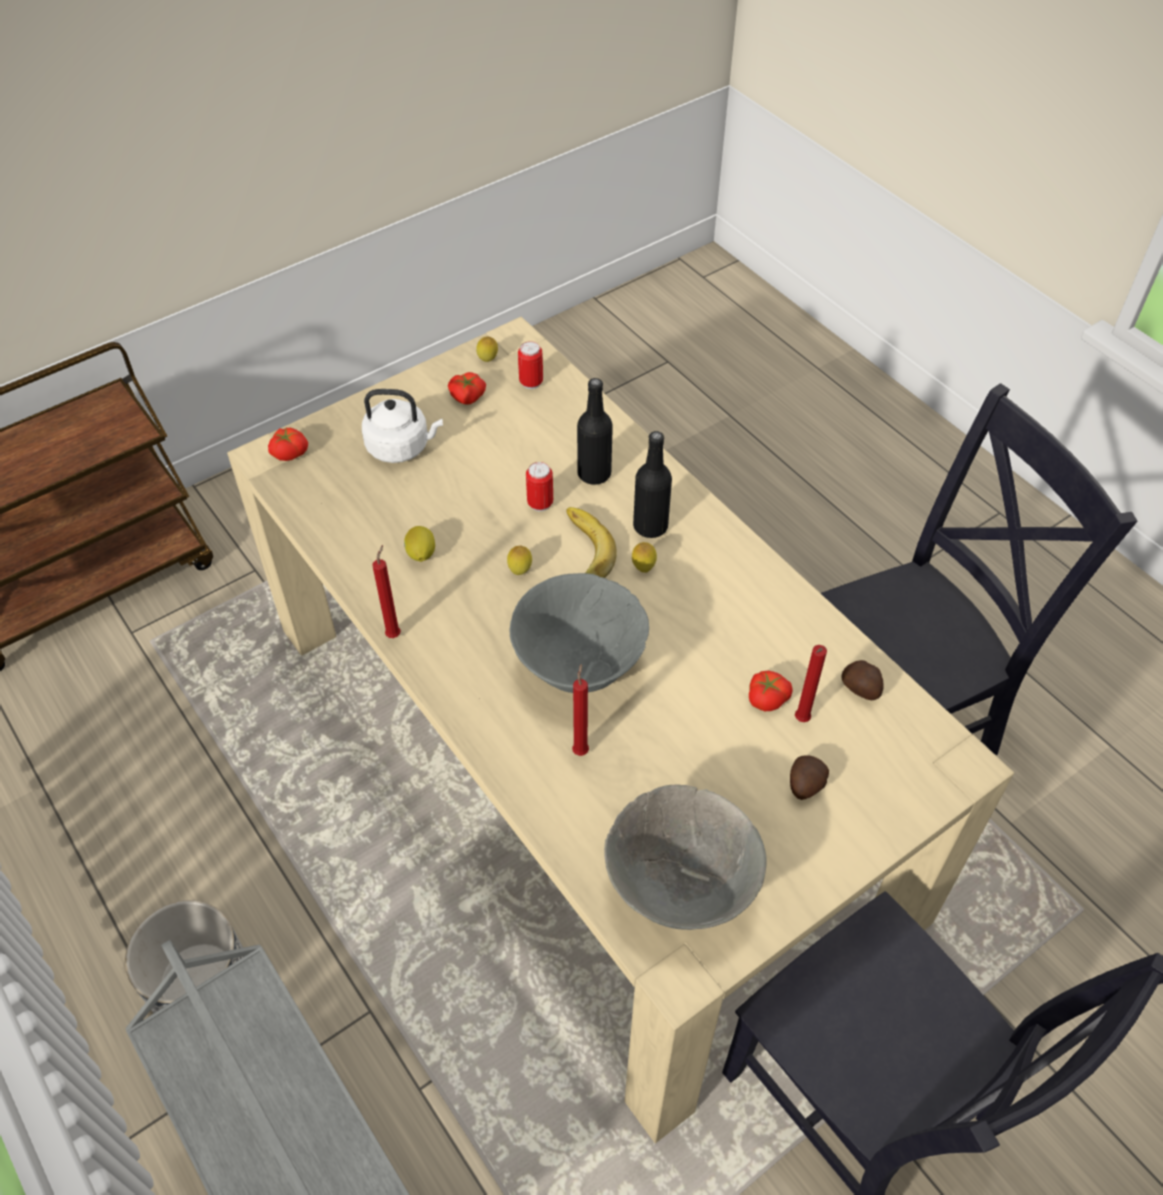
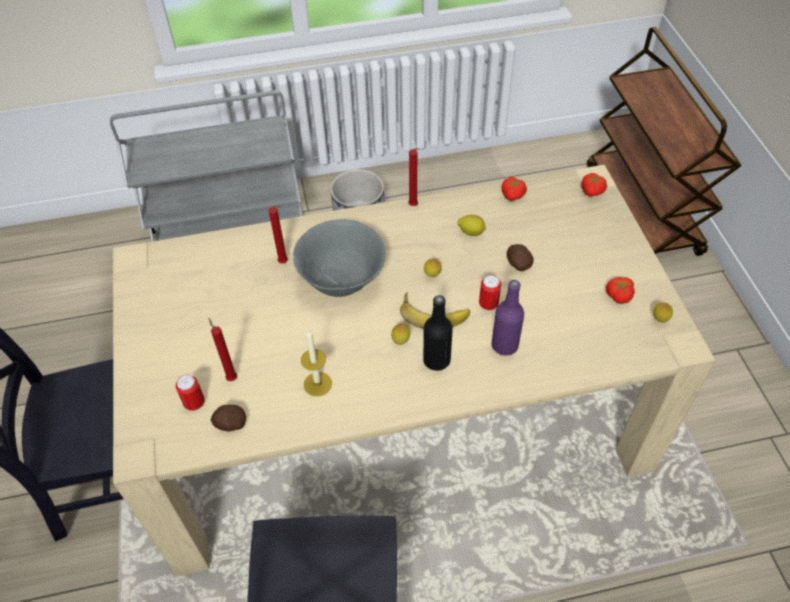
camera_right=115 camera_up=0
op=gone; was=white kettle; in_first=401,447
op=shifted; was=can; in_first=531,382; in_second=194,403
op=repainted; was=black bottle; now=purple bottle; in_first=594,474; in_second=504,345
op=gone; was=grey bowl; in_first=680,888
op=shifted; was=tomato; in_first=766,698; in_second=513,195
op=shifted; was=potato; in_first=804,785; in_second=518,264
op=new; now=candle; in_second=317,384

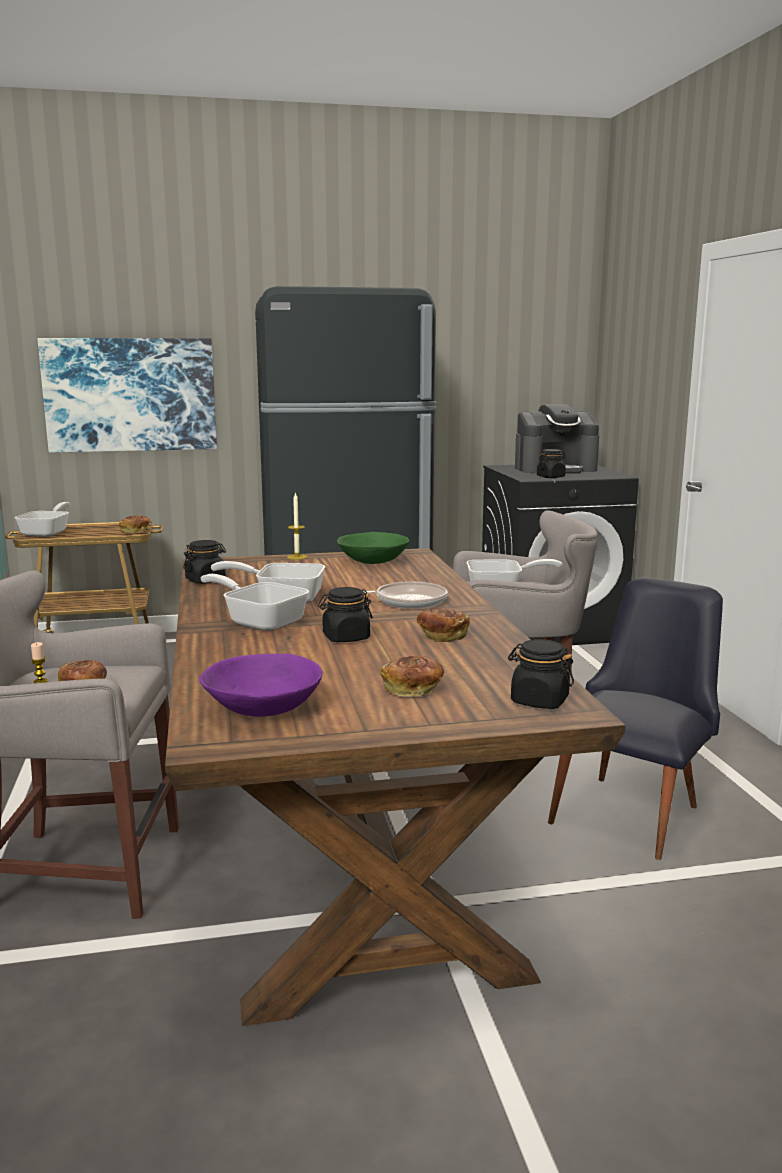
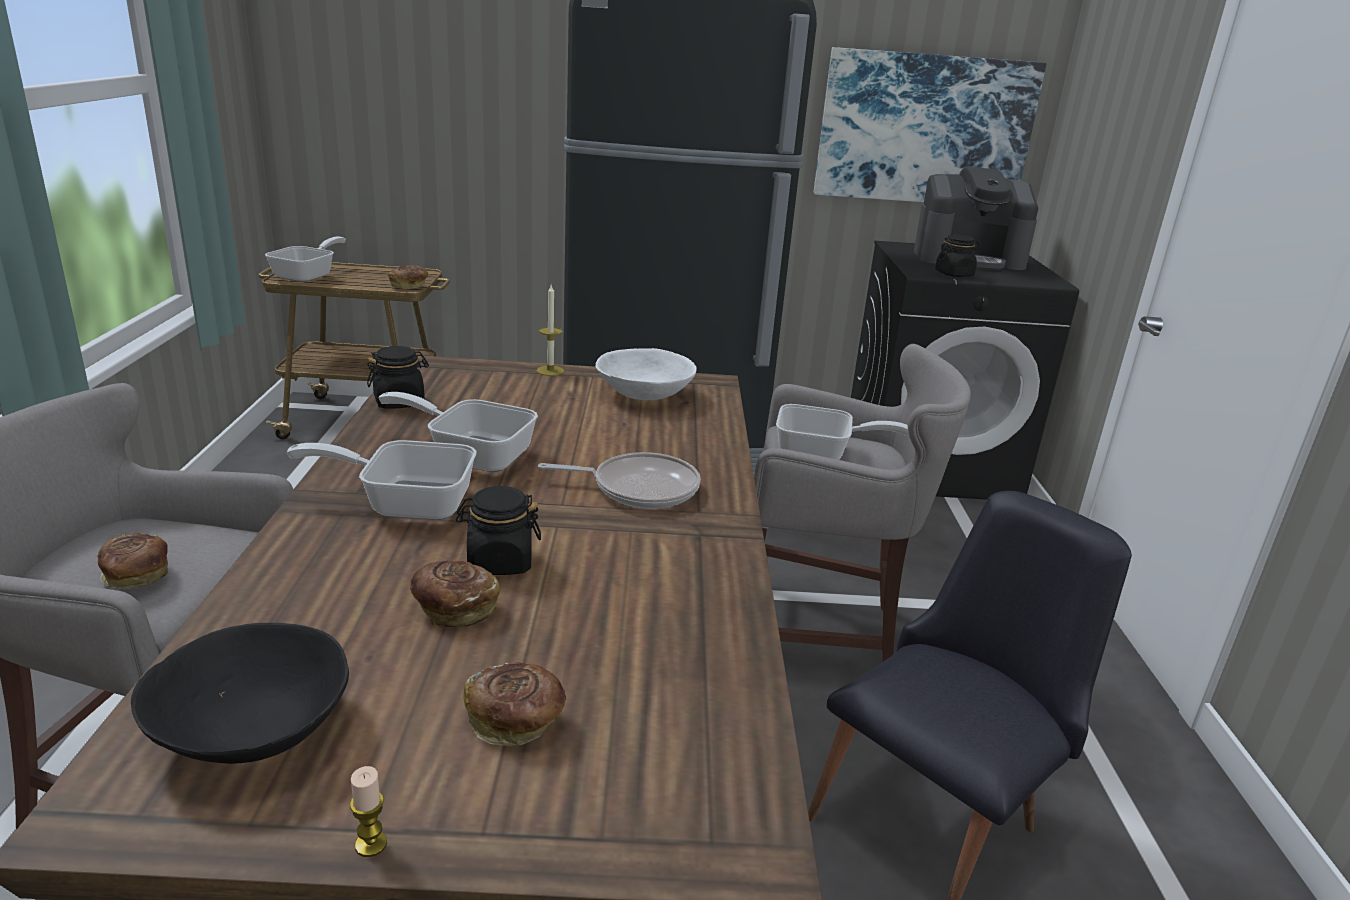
camera_right=10 camera_up=10
op=shifted; was=candle; in_first=40,681; in_second=371,844
op=shifted; was=picture; in_first=130,394; in_second=924,129
op=repainted; was=purple bowl; now=black bowl; in_first=262,709; in_second=251,730
op=rotated; was=frying pan; in_first=260,621; in_second=406,502; clockwise=-45
op=repainted; was=green bowl; now=white bowl; in_first=372,562; in_second=643,394
op=shifted; was=bread; in_first=442,636; in_second=454,609
op=gone; was=black jar; in_first=539,701

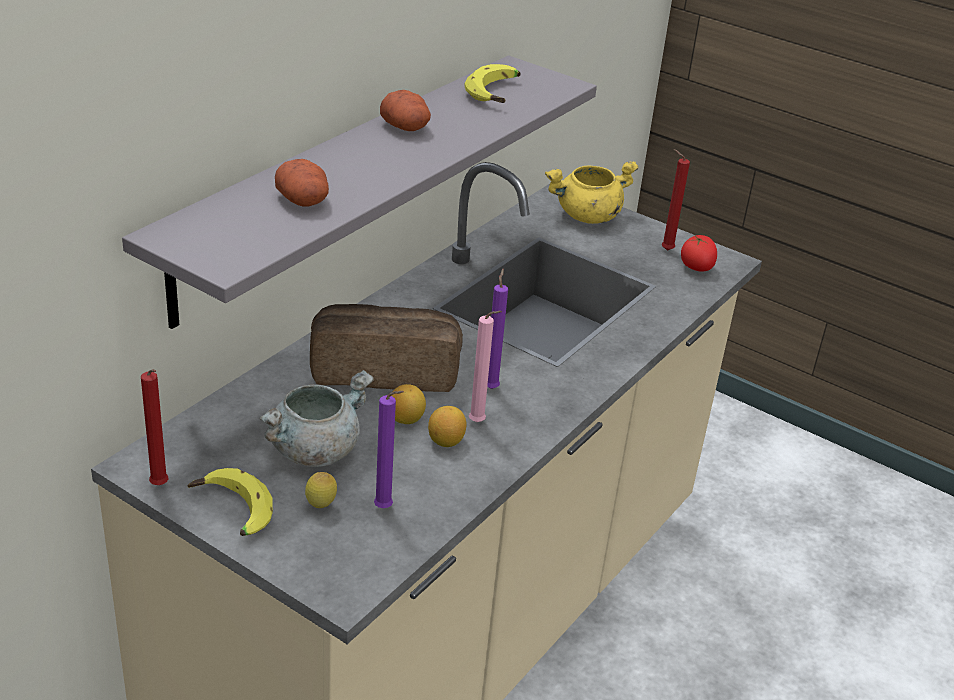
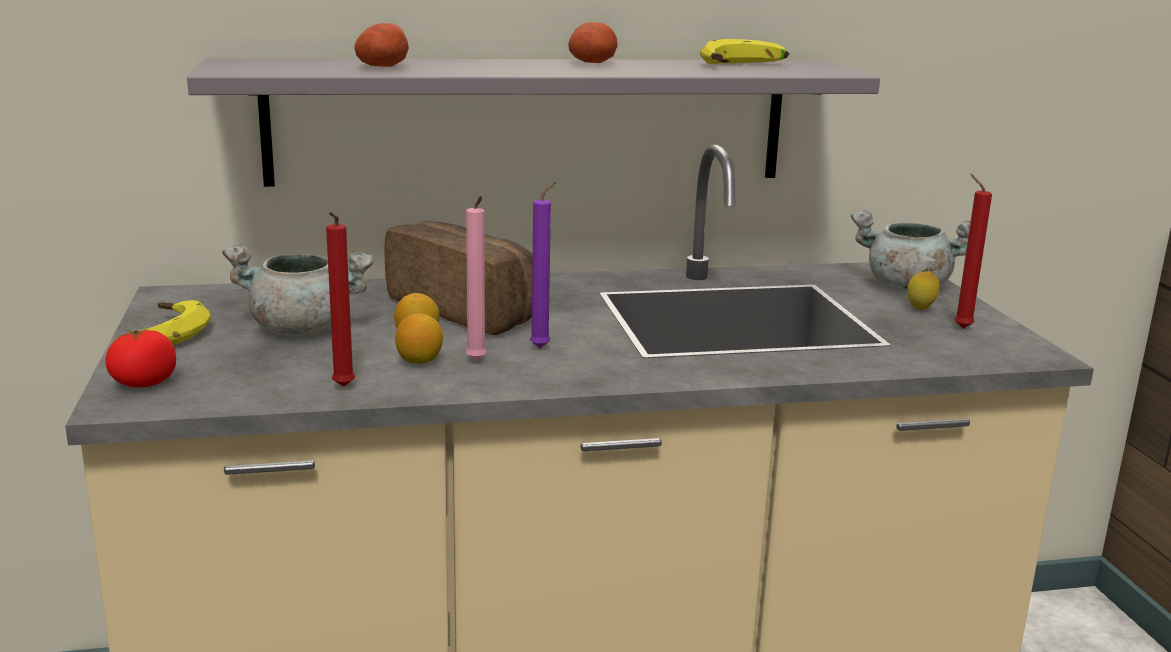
camera_right=45 camera_up=-15
op=shifted; was=red candle; in_first=160,487; in_second=342,388
op=shifted; was=lemon; in_first=321,507; in_second=920,310
op=gone; was=purple candle; in_first=386,509
op=repainted; was=yellow cooking pot; now=grey cooking pot; in_first=587,216; in_second=905,286
op=shifted; was=tomato; in_first=696,267; in_second=143,383

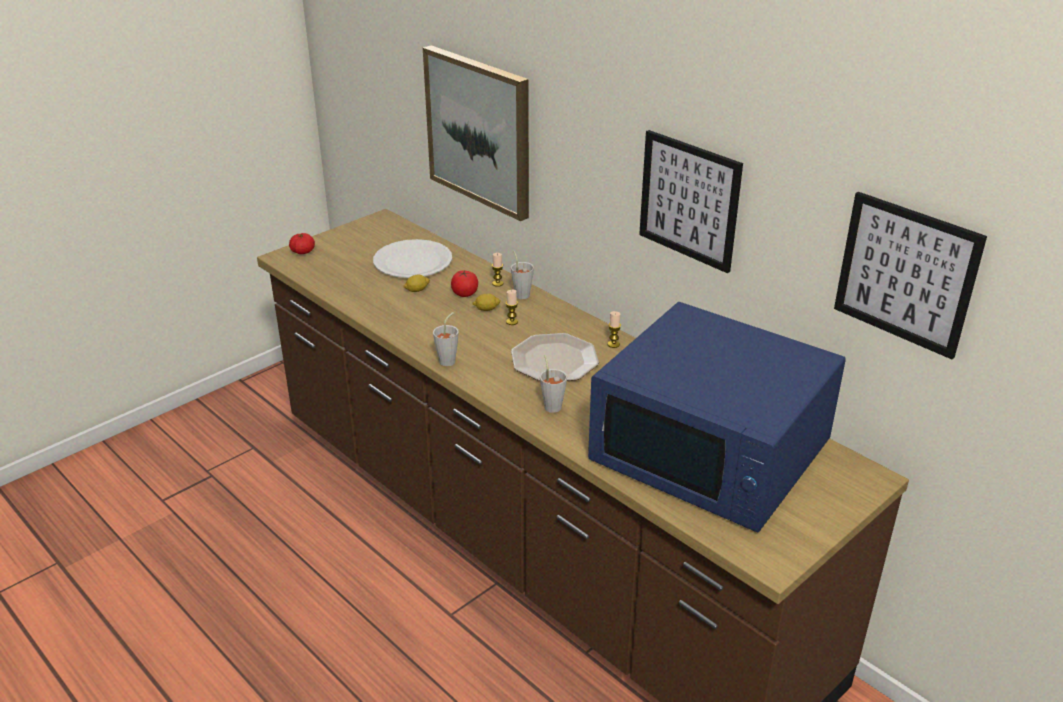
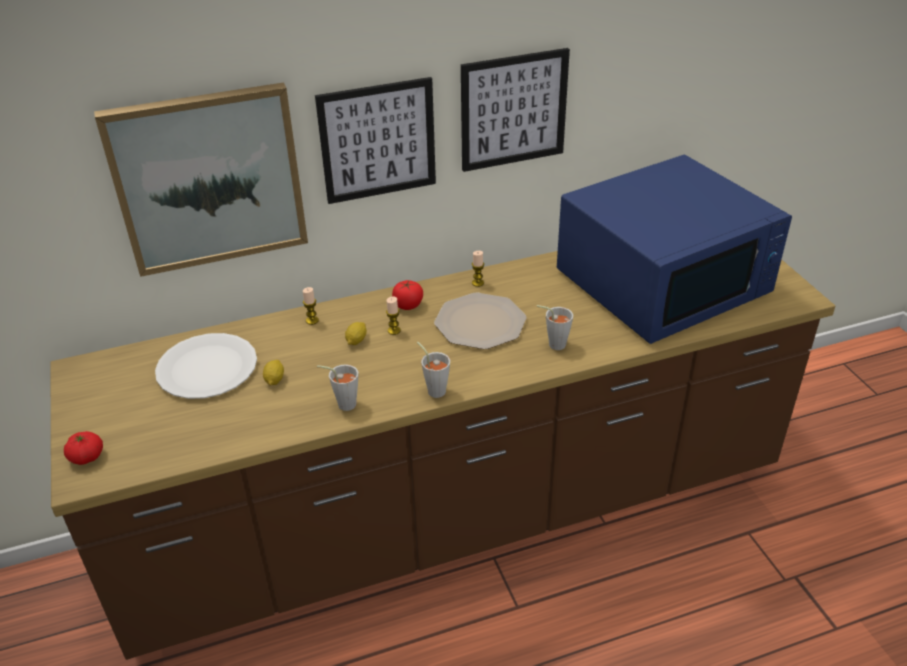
camera_right=-65 camera_up=5
op=shifted; was=tomato; in_first=465,293; in_second=408,305
op=shifted; was=grey cup; in_first=521,294; in_second=342,404
op=shifted; was=picture; in_first=906,274; in_second=378,140

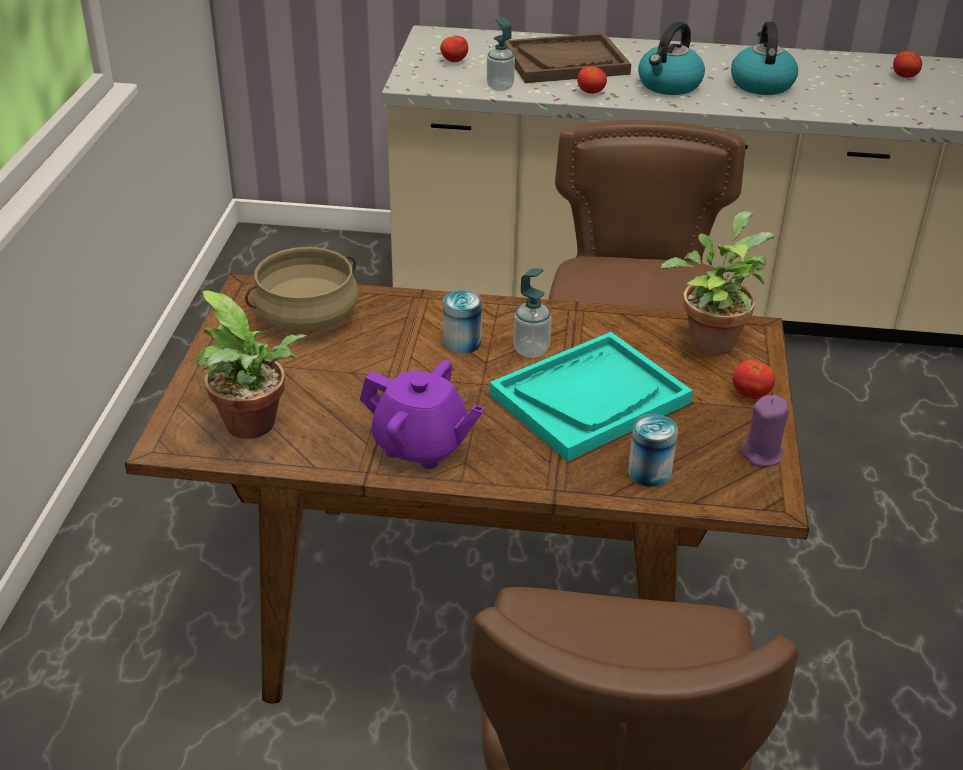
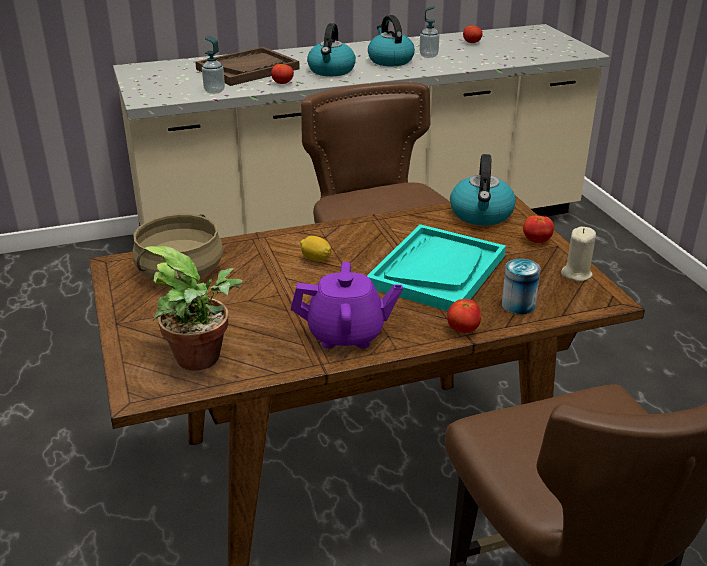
camera_right=-25 camera_up=-5
op=shifted; was=tomato; in_first=454,61; in_second=463,330
op=swapped; was=can; now=lemon; in_first=462,343; in_second=316,259
op=shifted; was=soap dispenser; in_first=531,350; in_second=428,55
op=swapped; was=potted plant; now=kettle; in_first=711,338; in_second=481,214
op=repainted; was=purple candle; now=beige candle; in_first=762,454; in_second=576,274

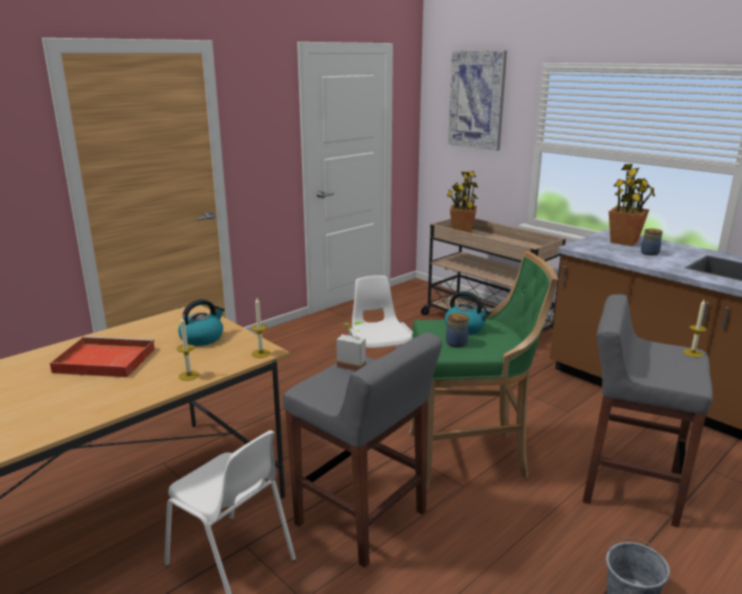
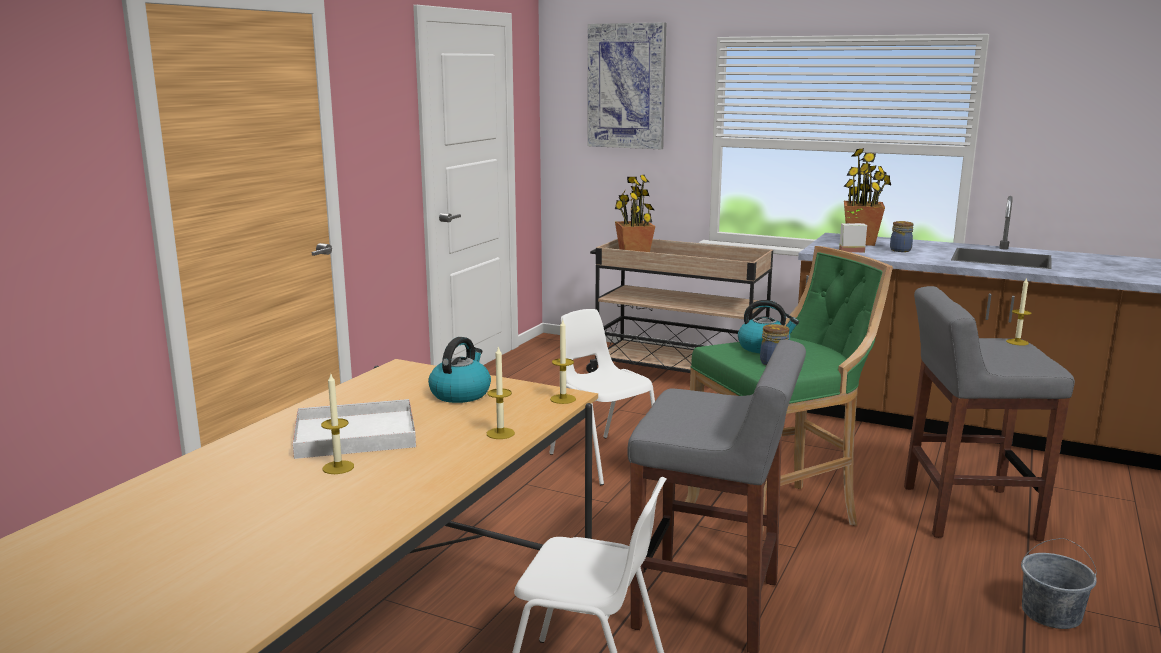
camera_right=-20 camera_up=-5
op=repainted; was=red tray; now=white tray; in_first=103,360; in_second=352,435
op=shifted; was=potted plant; in_first=353,364; in_second=850,250
op=new; now=candle; in_second=338,467

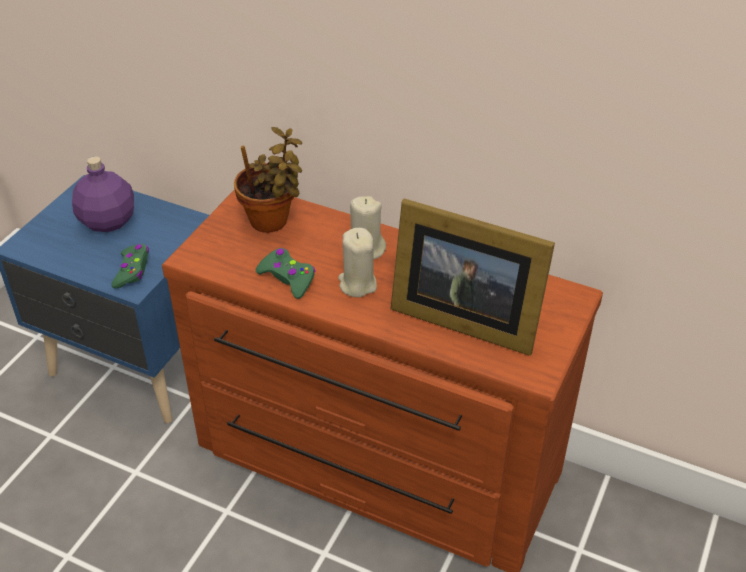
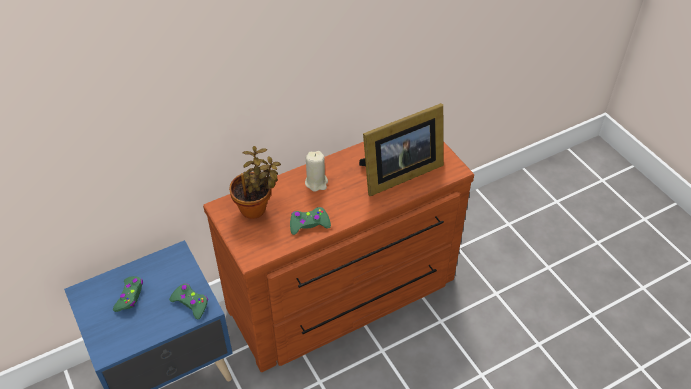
camera_right=-55 camera_up=5
op=swapped; was=purple bottle; now=green game controller; in_first=107,222; in_second=130,296
op=gone; was=beige candle; in_first=357,284

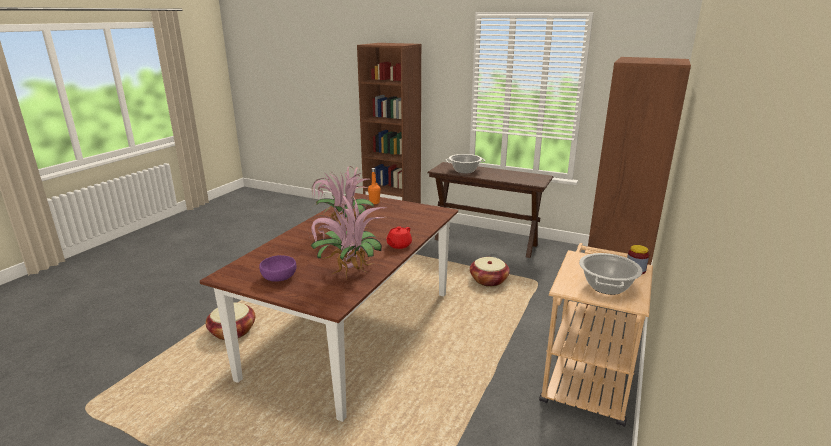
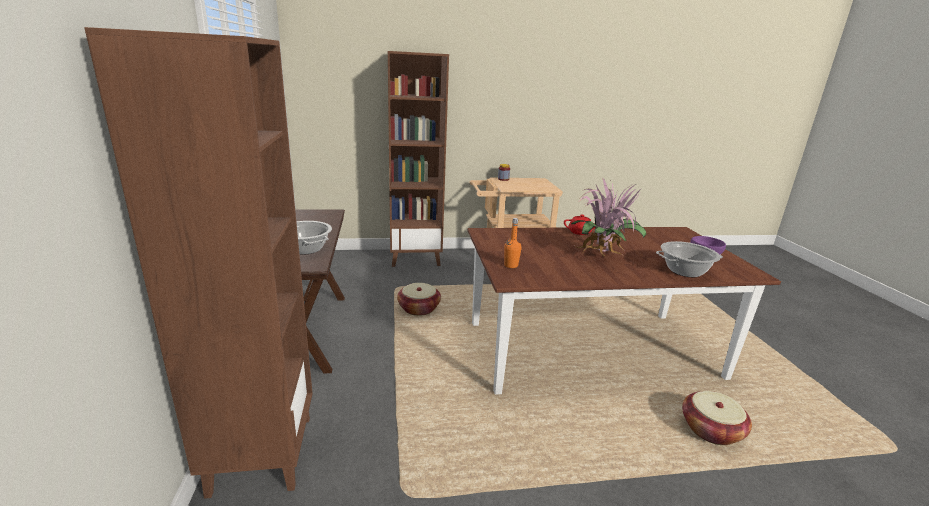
camera_right=-125 camera_up=0
op=gone; was=potted plant; in_first=349,274
op=shifted; was=cooking pot; in_first=607,287; in_second=685,271

